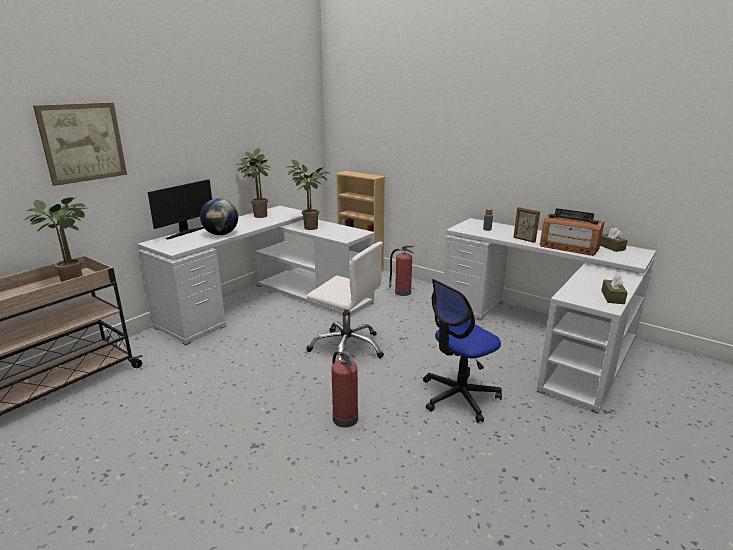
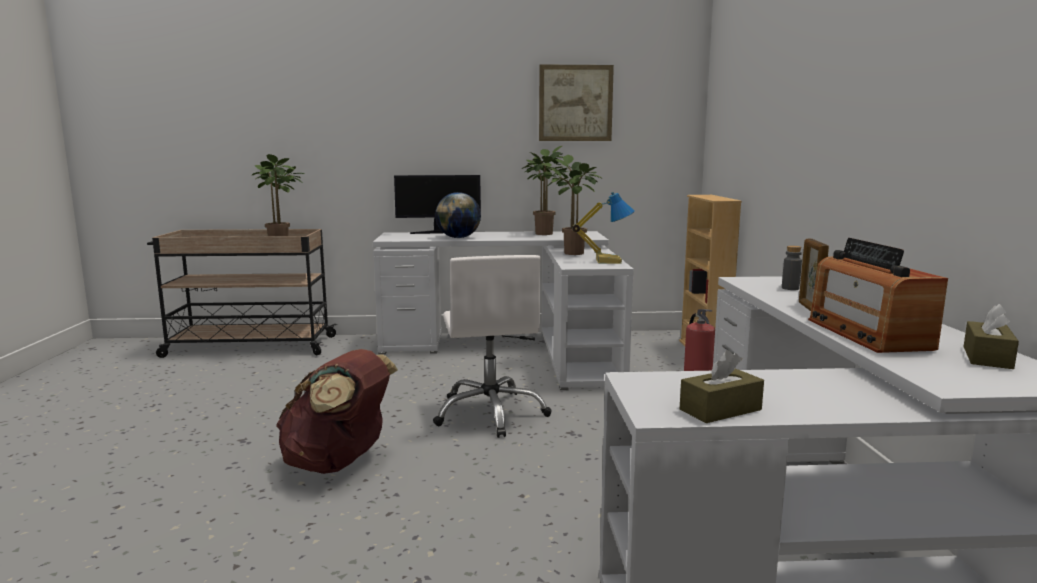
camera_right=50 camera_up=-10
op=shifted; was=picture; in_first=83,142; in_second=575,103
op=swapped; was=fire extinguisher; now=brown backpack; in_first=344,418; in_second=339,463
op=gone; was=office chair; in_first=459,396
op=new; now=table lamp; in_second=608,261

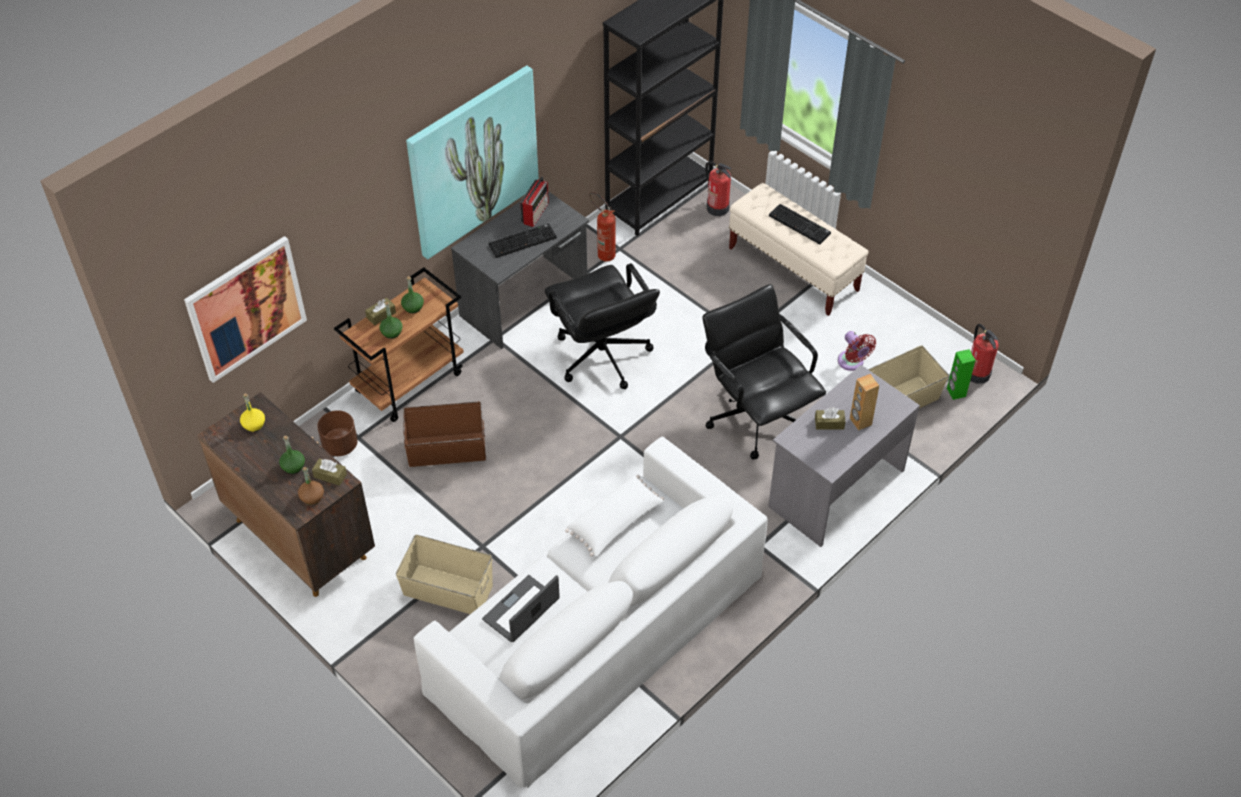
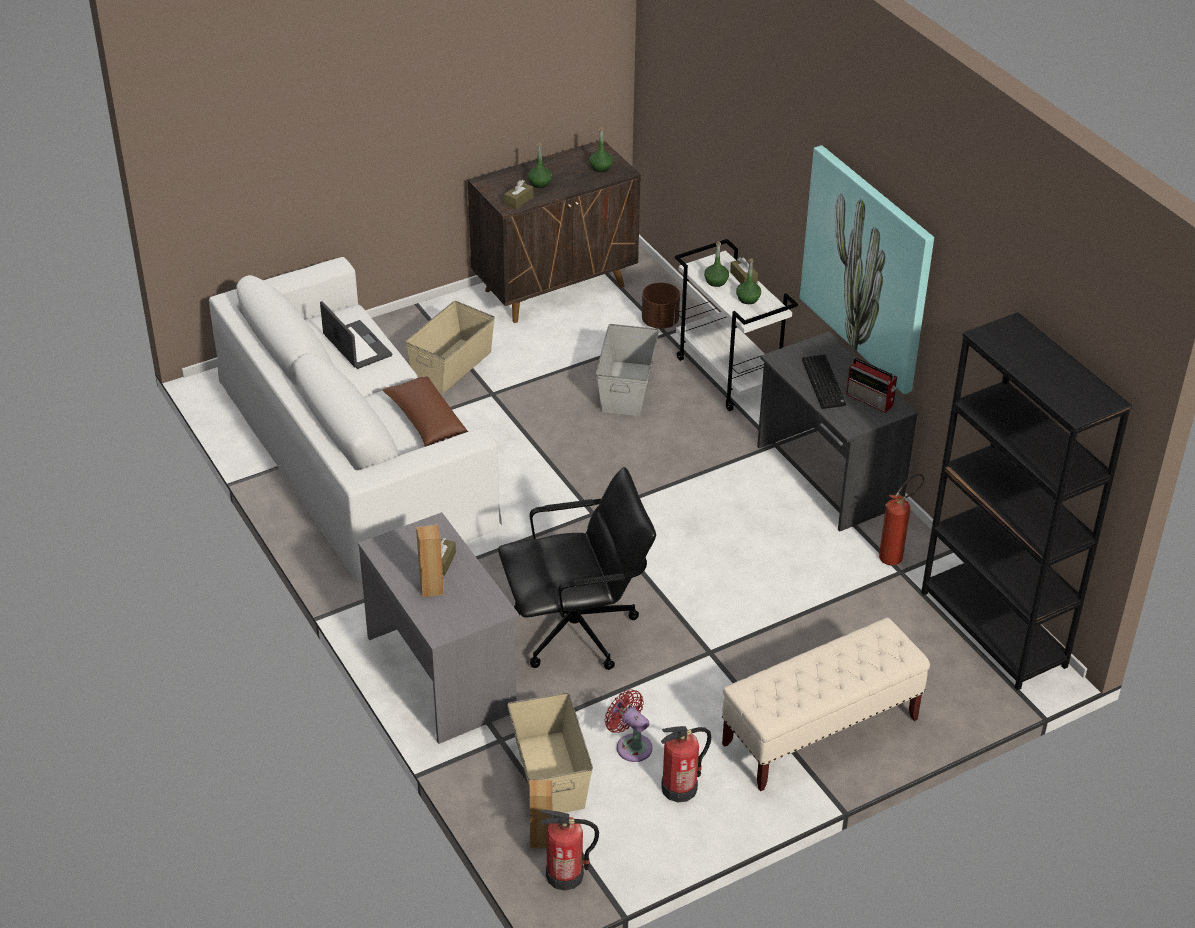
camera_right=105 camera_up=-10
op=gone; was=picture; in_first=246,308
op=repainted; was=yellow bottle; now=green bottle; in_first=254,424; in_second=601,167
op=gone; was=brown bottle; in_first=312,497
op=repainted; was=brown cart; now=white cart; in_first=409,382; in_second=730,376
op=repainted; was=brown storage box; now=grey storage box; in_first=446,449; in_second=627,388
op=gone; was=black office chair; in_first=602,357
op=repainted; was=white pillow; now=brown pillow; in_first=616,522; in_second=426,423
op=shifted; was=fire extinguisher; in_first=717,207; in_second=680,788
op=gone; was=keyboard; in_first=800,224
op=rotated; was=red fan; in_first=852,363; in_second=631,745; clockwise=60
op=repainted; was=green speaker; now=brown speaker; in_first=956,392; in_second=541,839

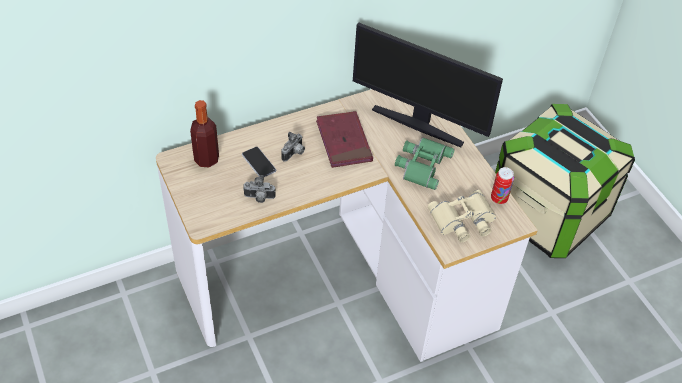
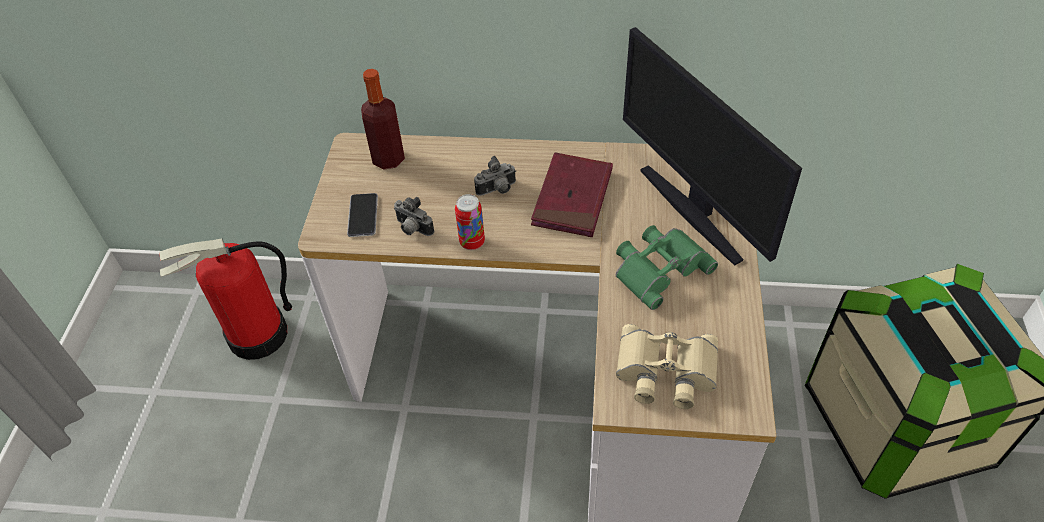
camera_right=35 camera_up=0
op=shifted; was=phone; in_first=258,163; in_second=363,216
op=shifted; was=can; in_first=499,199; in_second=472,242
op=new; now=fire extinguisher; in_second=257,336

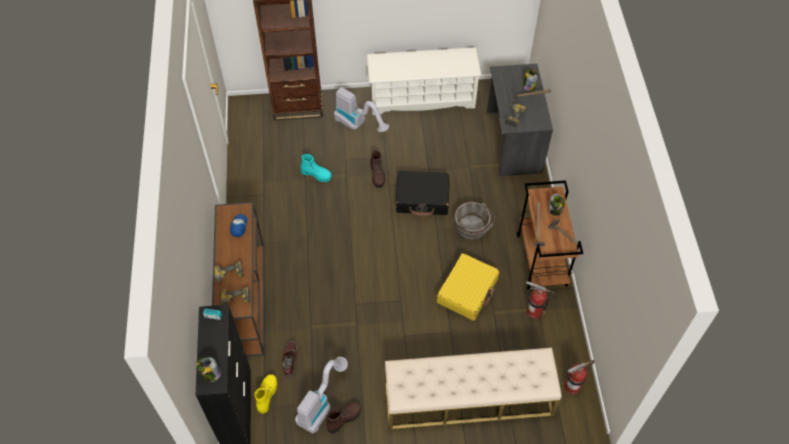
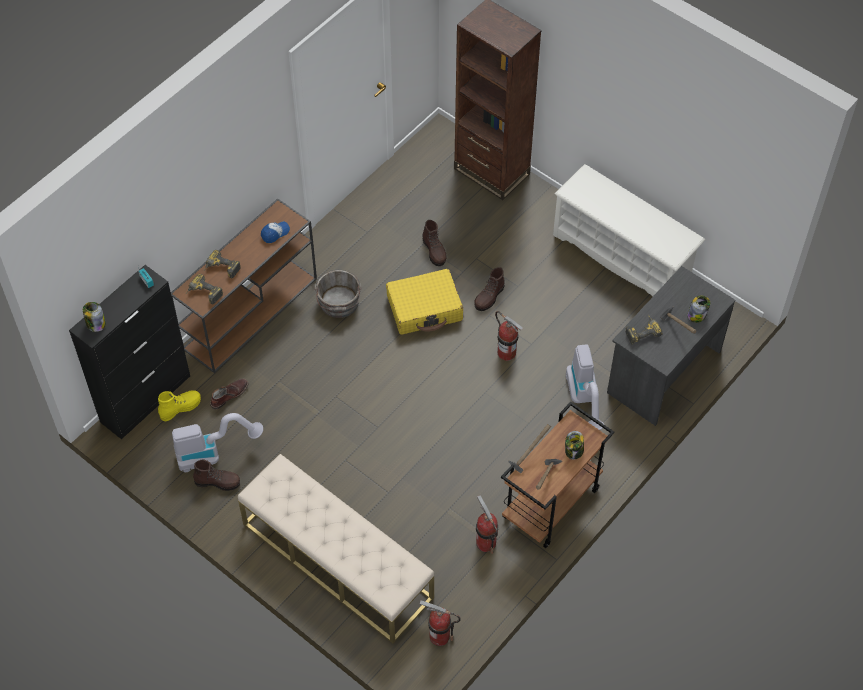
camera_right=45 camera_up=0
op=repainted; was=turquoise boot; now=brown boot; in_first=316,174; in_second=434,251
op=shifted; was=vacuum cleaner; in_first=358,124; in_second=584,400
op=swapped; was=black suitcase; now=fire extinguisher; in_first=422,198; in_second=506,353
op=shifted; was=yellow suitcase; in_first=467,291; in_second=425,308
op=shifted; was=grey bucket; in_first=473,228; in_second=339,304

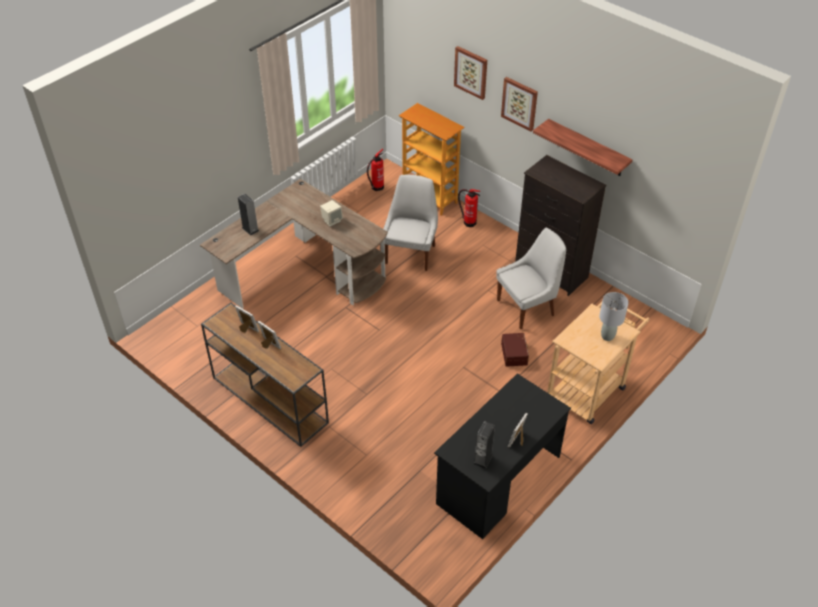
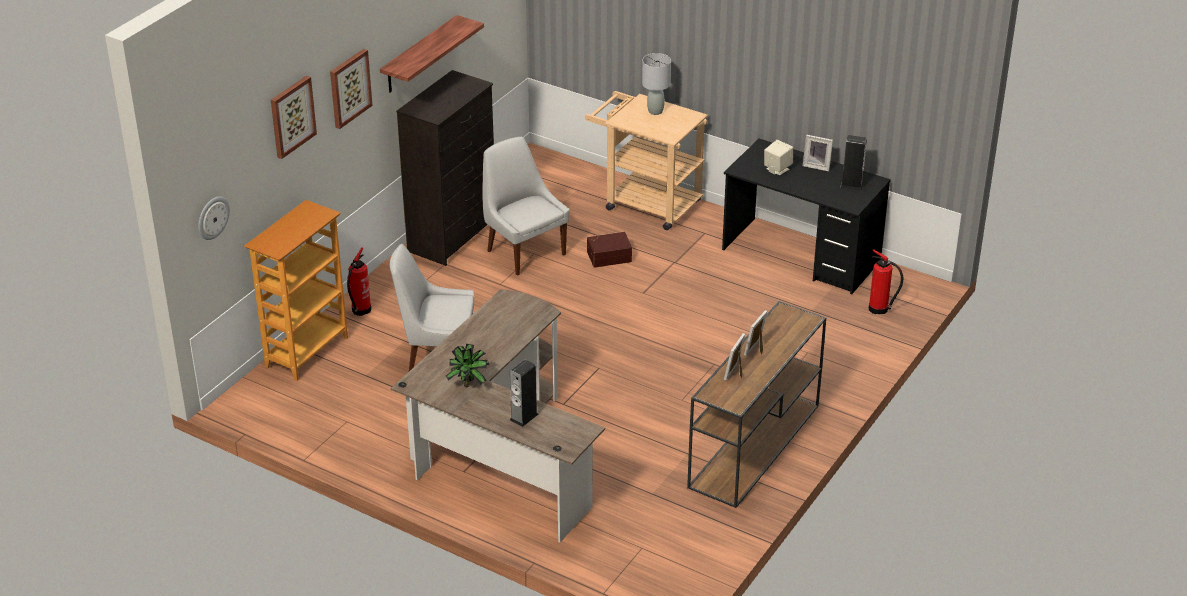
camera_right=-100 camera_up=-10
op=shifted; was=beige speaker; in_first=332,220; in_second=777,169
op=shifted; was=fire extinguisher; in_first=376,187; in_second=880,310
op=new; now=wall clock; in_second=212,217
op=new; now=potted plant; in_second=469,385

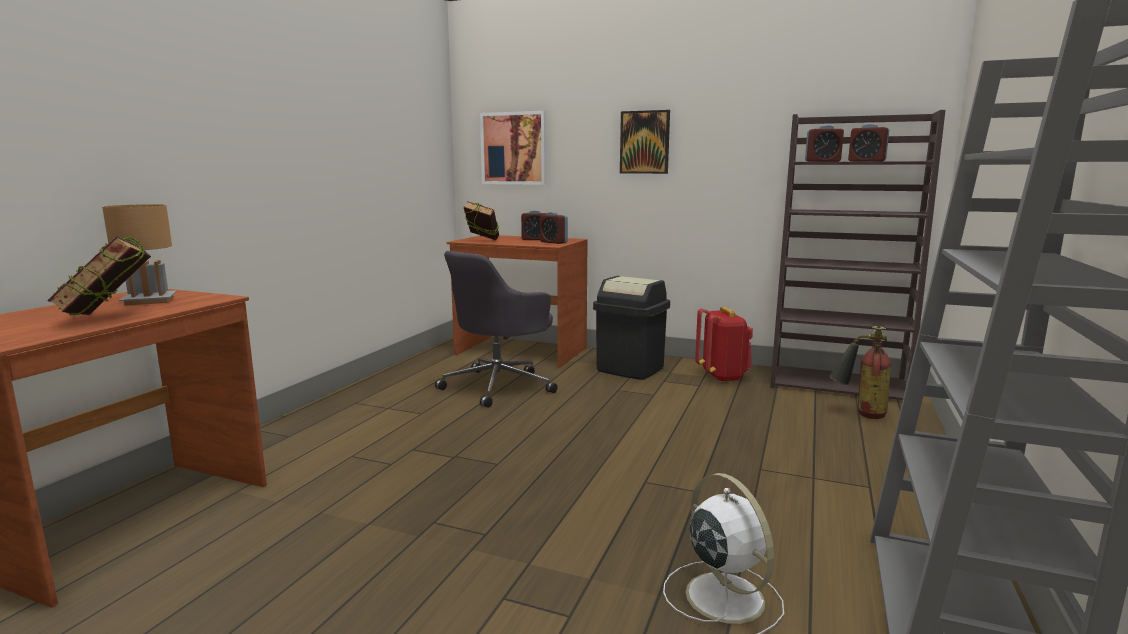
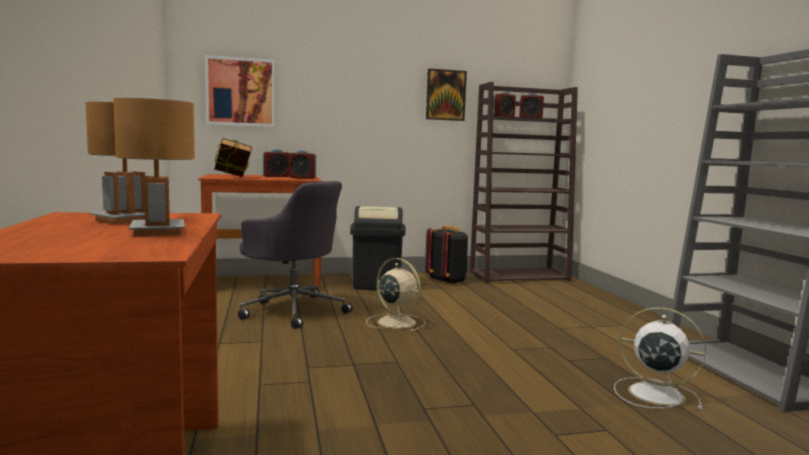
camera_right=-35 camera_up=-5
op=swapped; was=book; now=brown table lamp; in_first=109,317; in_second=159,231
op=rotated; was=grey office chair; in_first=499,386; in_second=293,310; clockwise=-60
op=shifted; was=picture; in_first=644,142; in_second=445,95
op=repainted; was=red backpack; now=black backpack; in_first=722,376; in_second=447,281
op=gone; was=fire extinguisher; in_first=859,413
op=new; now=beige fan; in_second=395,322

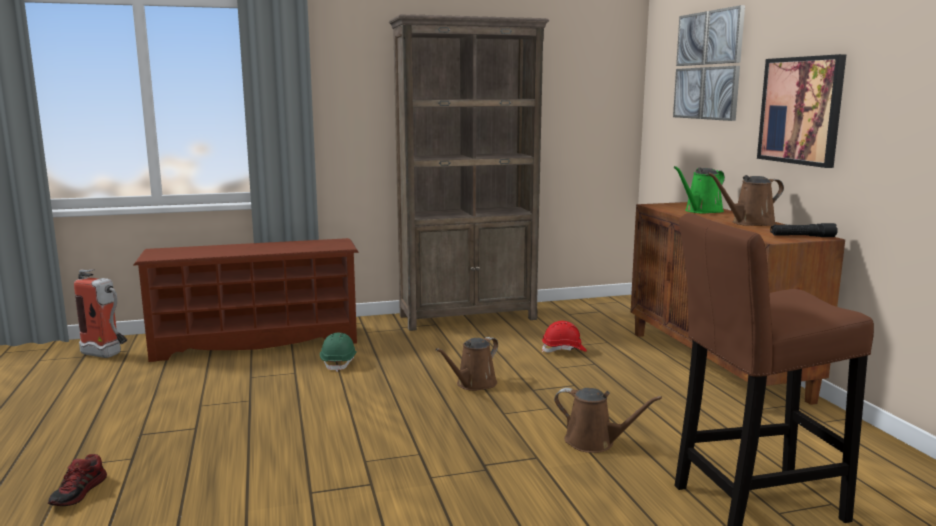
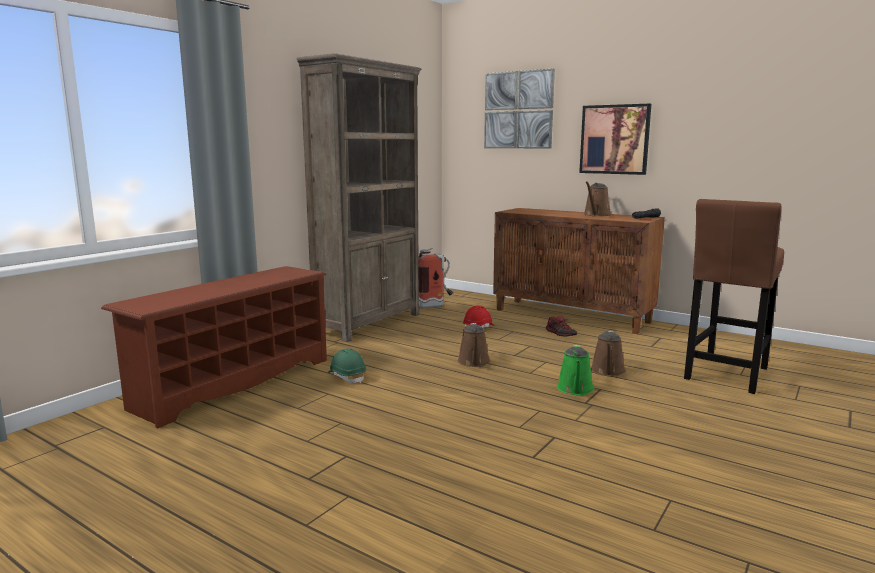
camera_right=-40 camera_up=0
op=shifted; was=shoe; in_first=79,493; in_second=561,333
op=shifted; was=fire extinguisher; in_first=107,355; in_second=435,306
op=rotated; was=brown watering can; in_first=594,442; in_second=607,371; clockwise=120
op=shifted; was=green watering can; in_first=701,211; in_second=575,389

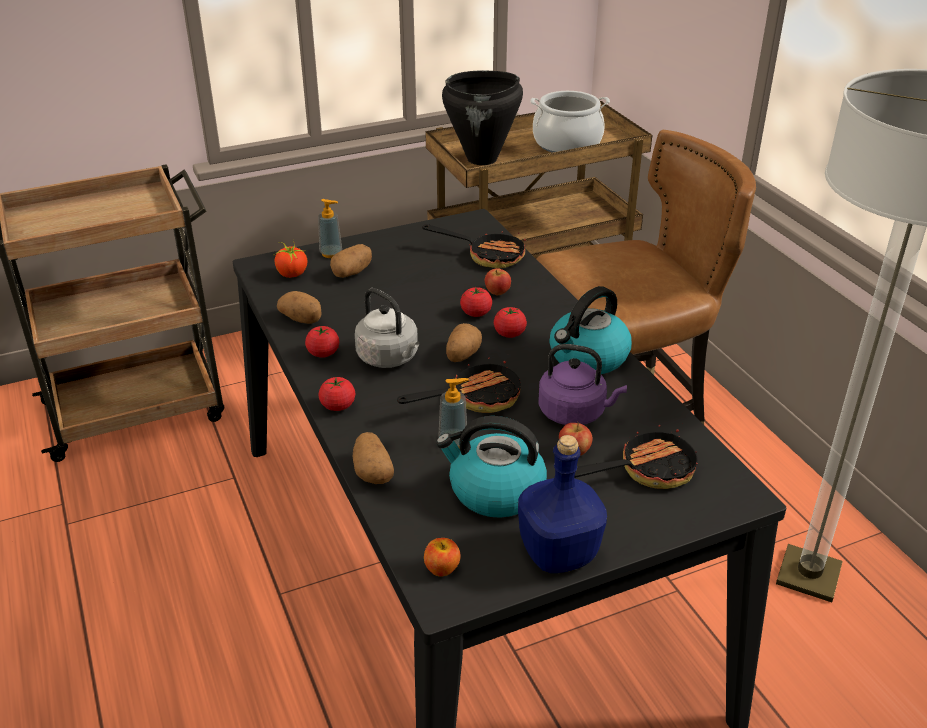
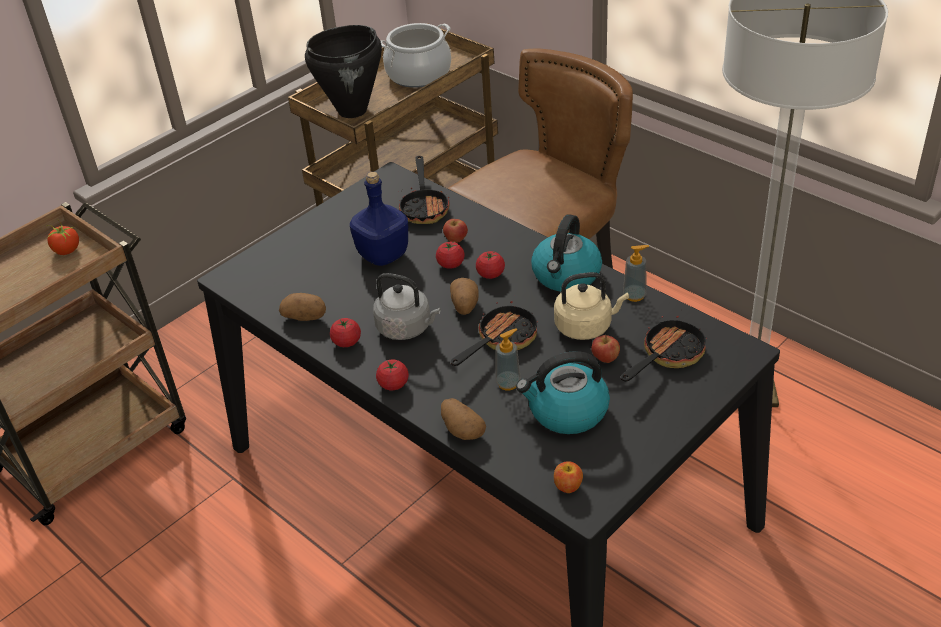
camera_right=-20 camera_up=5
op=shifted; was=tomato; in_first=292,274; in_second=67,250
op=shifted; was=soap dispenser; in_first=331,253; in_second=634,295
op=gone; was=potato; in_first=352,272
op=rotated; was=frying pan; in_first=487,255; in_second=424,207; clockwise=90
op=shifted; was=blue bottle; in_first=559,554; in_second=384,255
op=repainted; was=purple kettle; now=beige kettle; in_first=575,413; in_second=586,326

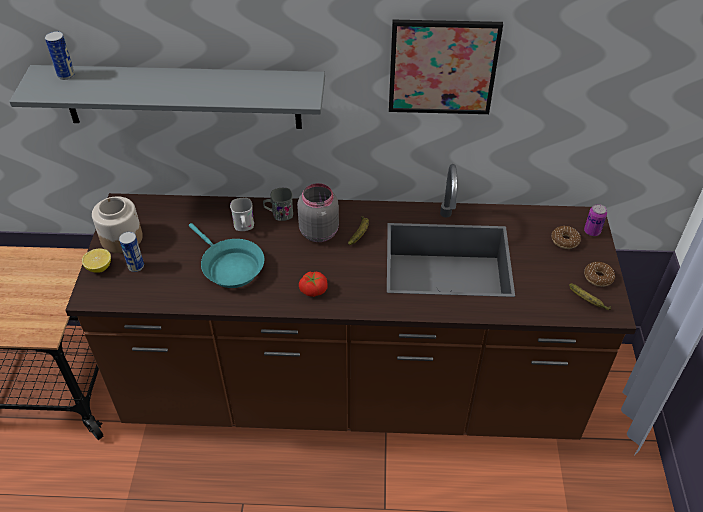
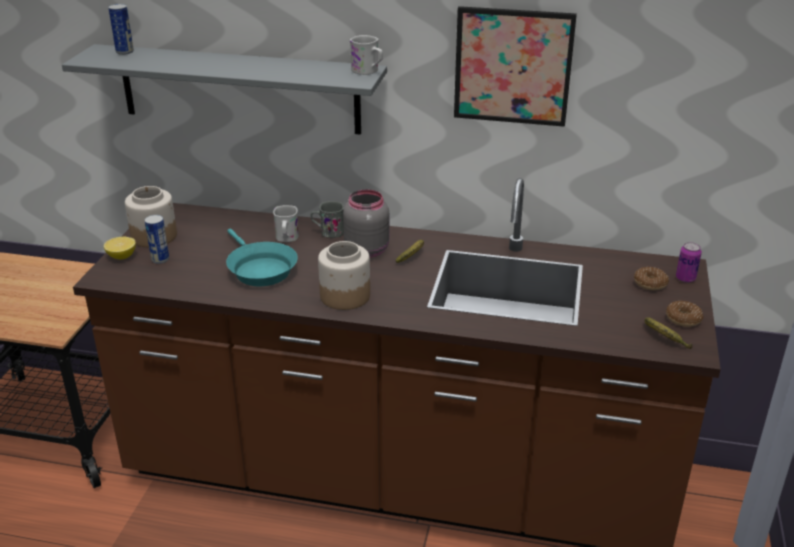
camera_right=10 camera_up=-15
op=swapped; was=tomato; now=jar; in_first=313,289; in_second=344,296
op=new; now=white mug; in_second=368,71

